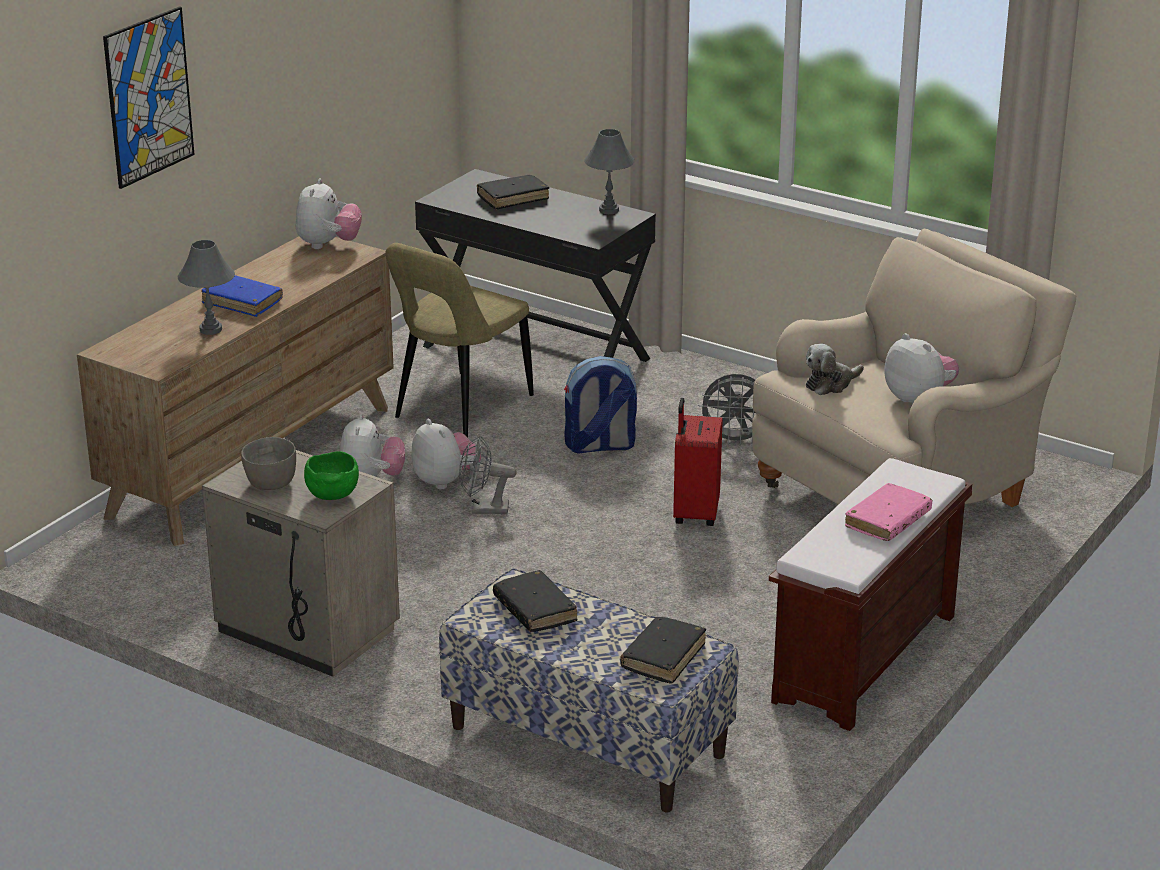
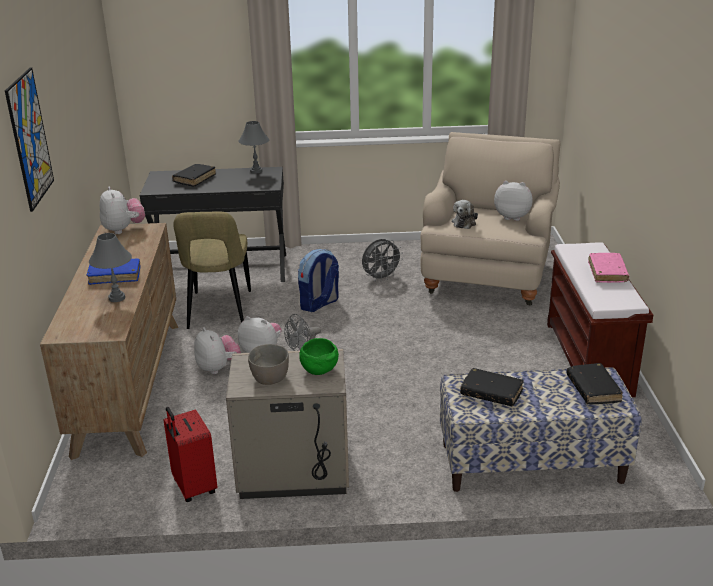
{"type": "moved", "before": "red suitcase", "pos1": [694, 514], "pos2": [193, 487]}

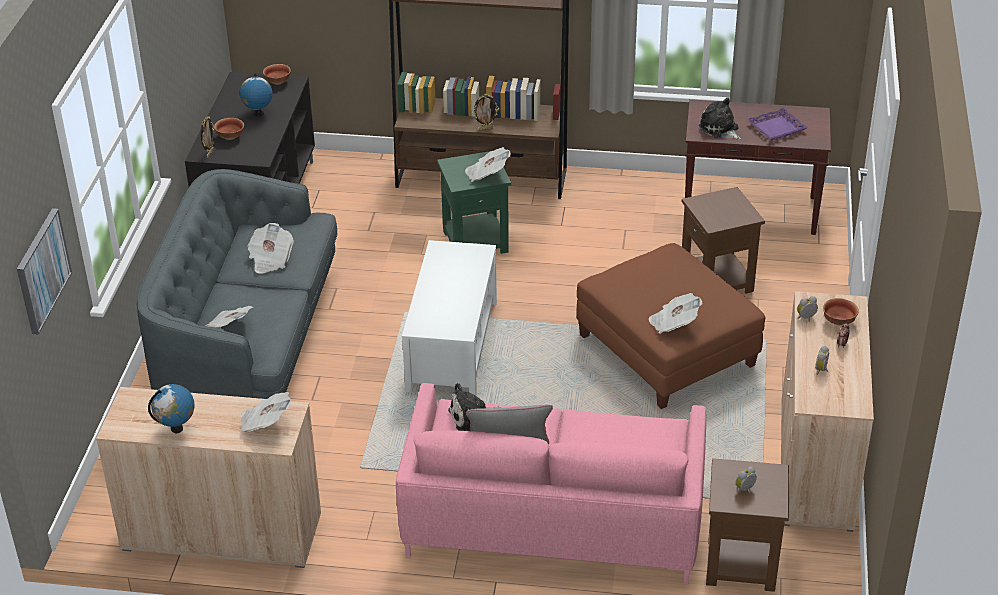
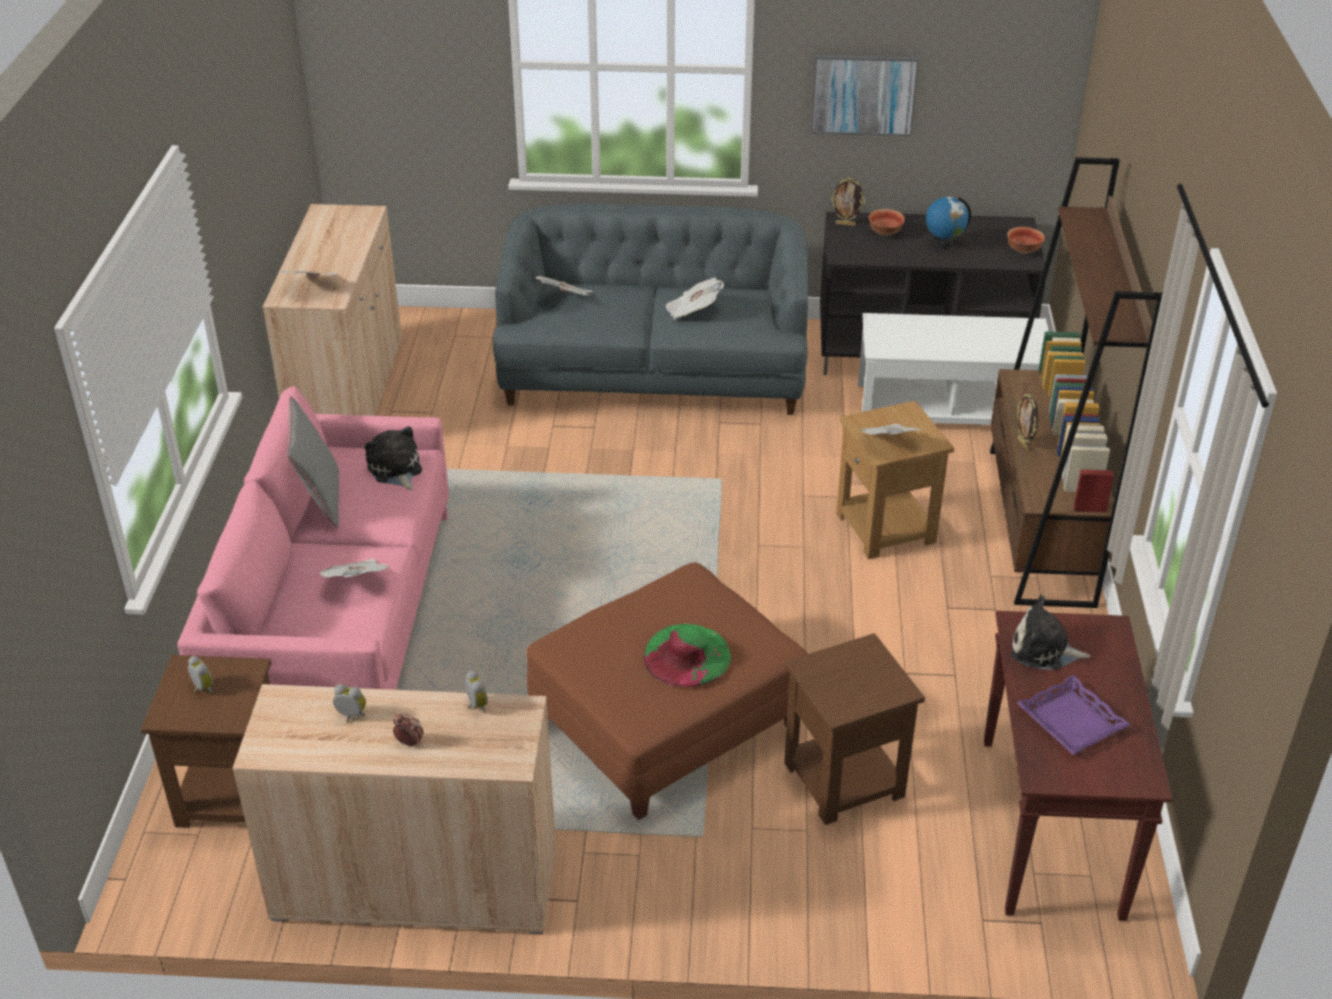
{"type": "moved", "before": "picture", "pos1": [42, 270], "pos2": [863, 94]}
{"type": "removed", "before": "globe", "pos1": [176, 428]}
{"type": "moved", "before": "white coffee table", "pos1": [452, 345], "pos2": [948, 409]}
{"type": "recoloured", "before": "green side table", "after": "brown side table", "pos1": [476, 241], "pos2": [886, 529]}
{"type": "moved", "before": "newspaper", "pos1": [674, 323], "pos2": [358, 582]}
{"type": "turned", "before": "plush toy", "pos1": [720, 129], "pos2": [1044, 650], "turn": -120}
{"type": "removed", "before": "bowl", "pos1": [838, 321]}
{"type": "added", "after": "green hat", "pos2": [687, 655]}

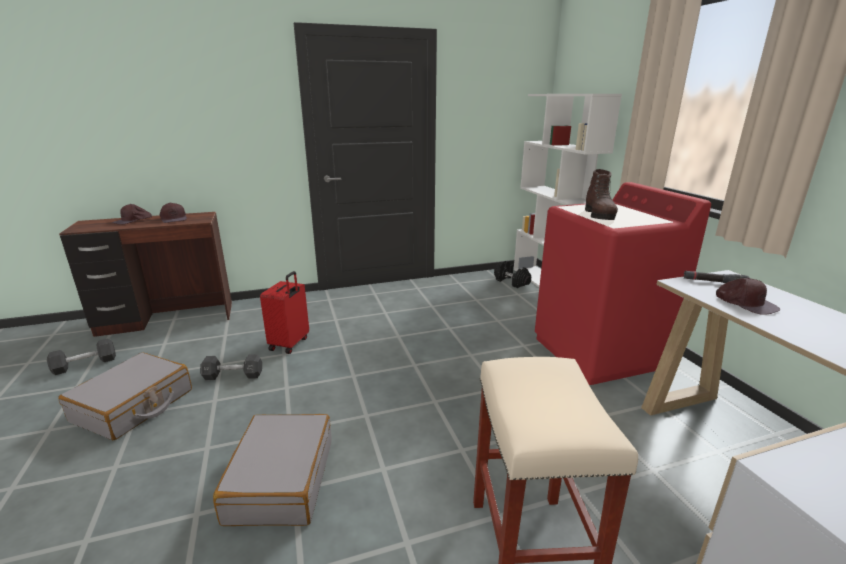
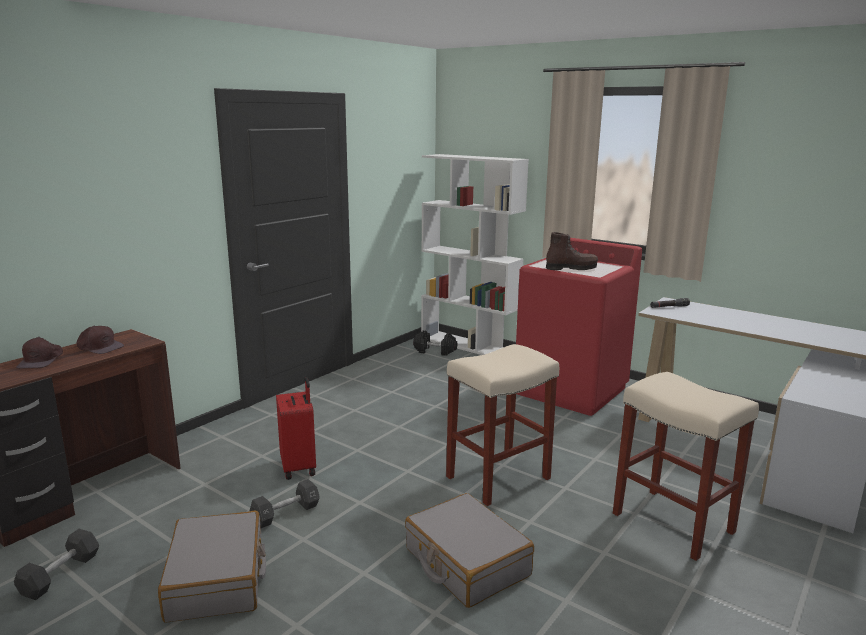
{"type": "turned", "before": "brown boot", "pos1": [599, 215], "pos2": [571, 268], "turn": -60}
{"type": "removed", "before": "brown cap", "pos1": [745, 302]}
{"type": "added", "after": "beige stool", "pos2": [498, 477]}

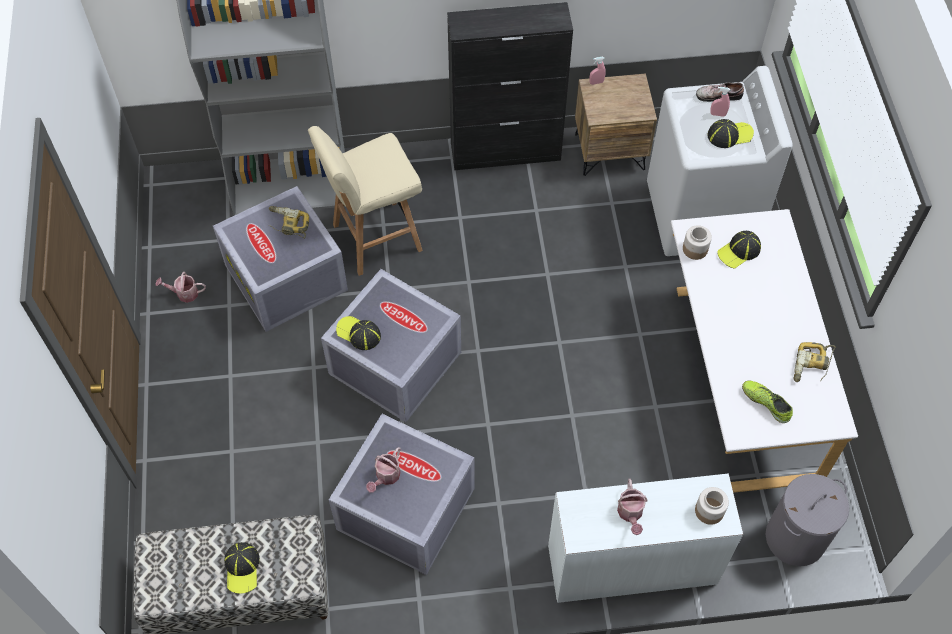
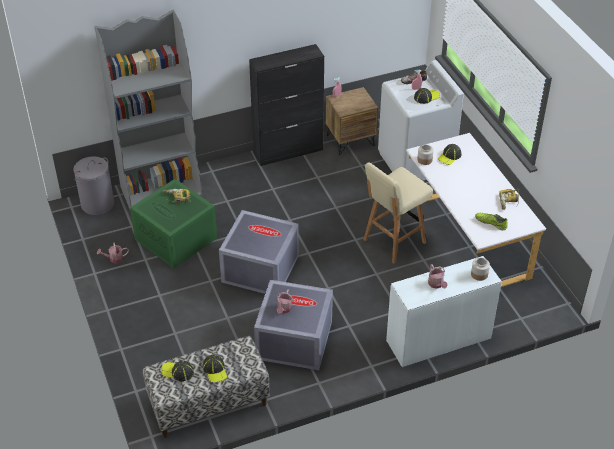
{"type": "recoloured", "before": "grey storage box", "after": "green storage box", "pos1": [288, 278], "pos2": [177, 238]}
{"type": "moved", "before": "beige stool", "pos1": [374, 238], "pos2": [393, 242]}
{"type": "moved", "before": "cap", "pos1": [359, 333], "pos2": [177, 371]}
{"type": "moved", "before": "grey laundry basket", "pos1": [795, 538], "pos2": [97, 204]}

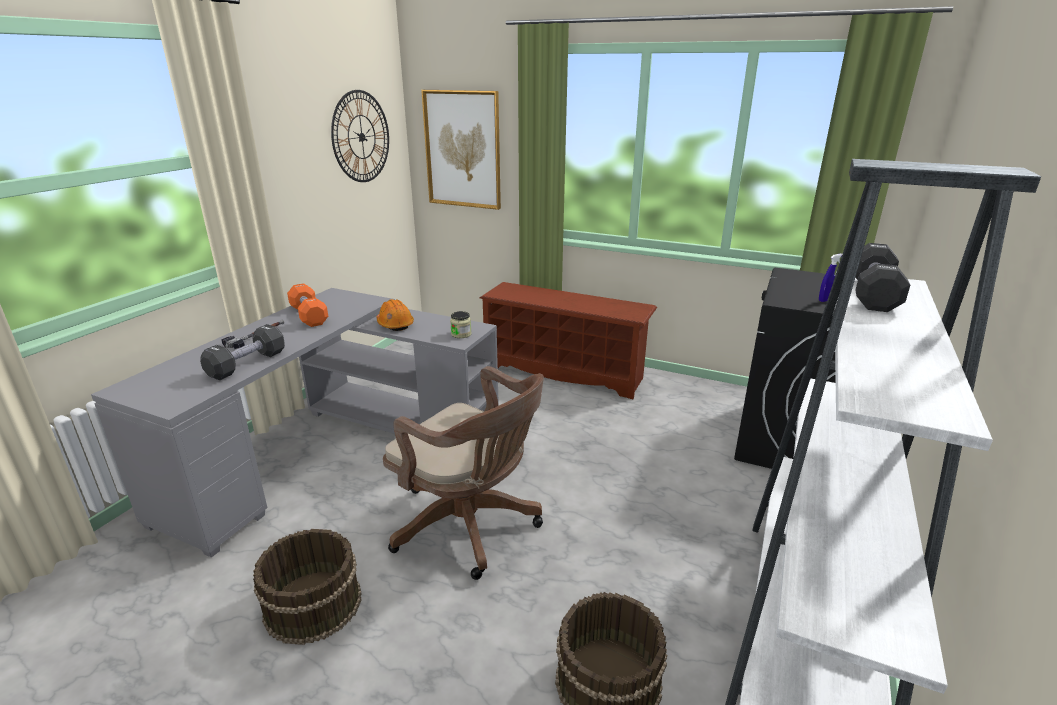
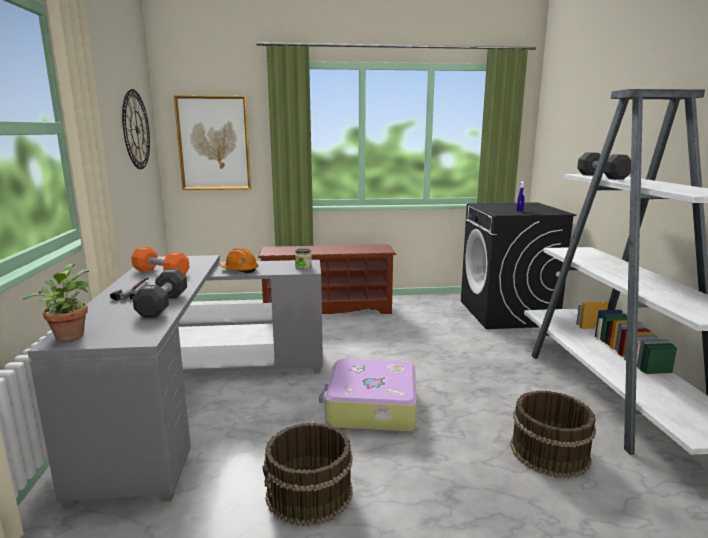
{"type": "replaced", "before": "brown office chair", "after": "suitcase", "pos1": [471, 526], "pos2": [370, 408]}
{"type": "added", "after": "potted plant", "pos2": [69, 334]}

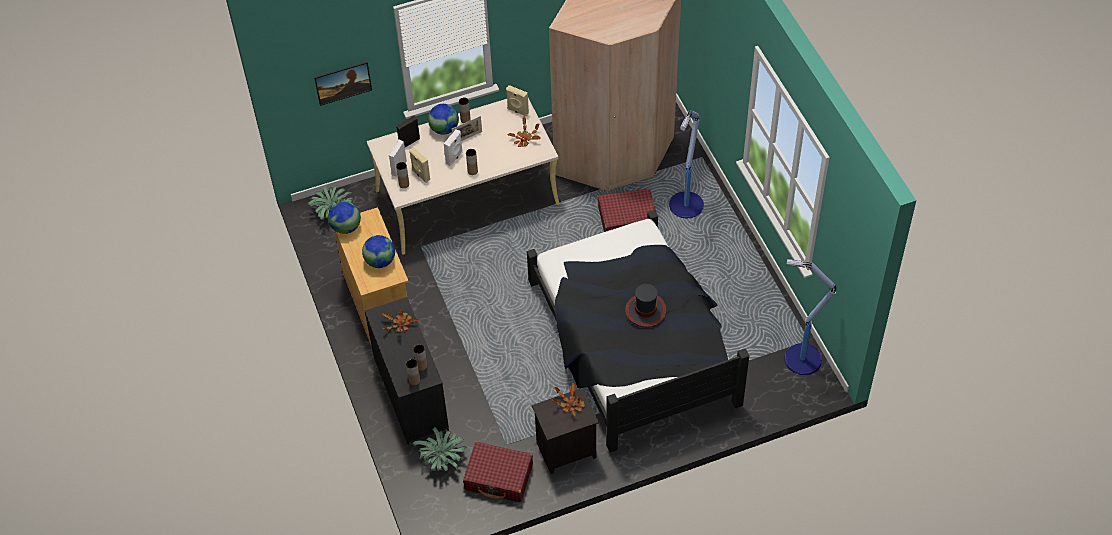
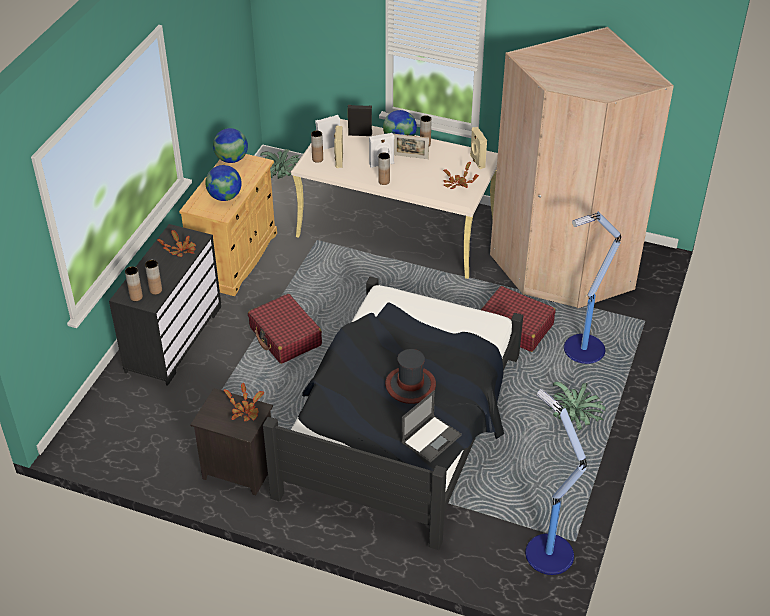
{"type": "removed", "before": "picture", "pos1": [344, 90]}
{"type": "moved", "before": "potted plant", "pos1": [442, 459], "pos2": [574, 420]}
{"type": "moved", "before": "red suitcase", "pos1": [499, 477], "pos2": [285, 336]}
{"type": "added", "after": "laptop", "pos2": [431, 438]}

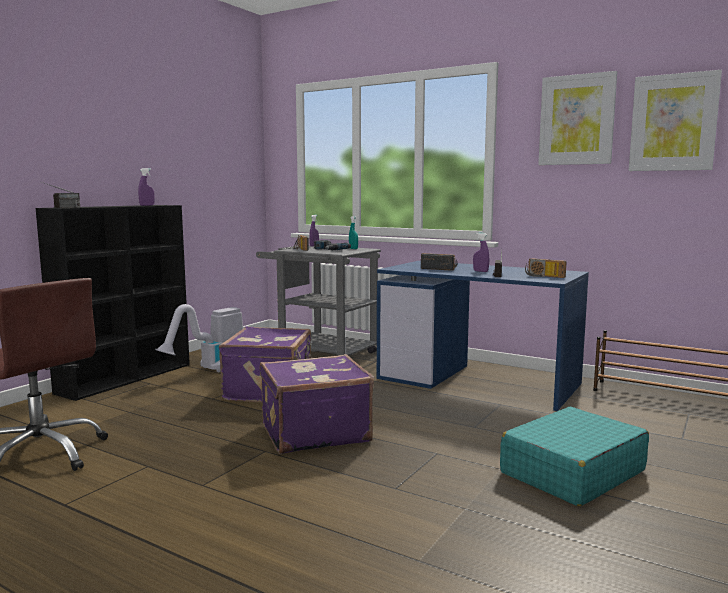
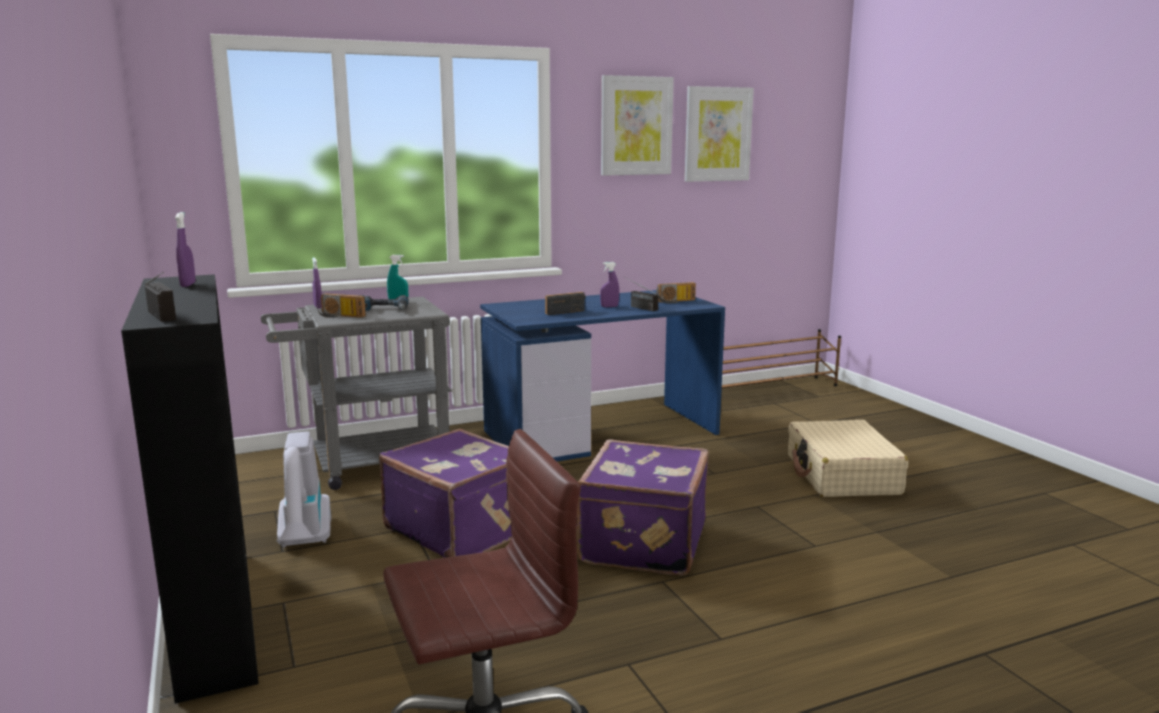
{"type": "recoloured", "before": "turquoise suitcase", "after": "beige suitcase", "pos1": [572, 472], "pos2": [842, 475]}

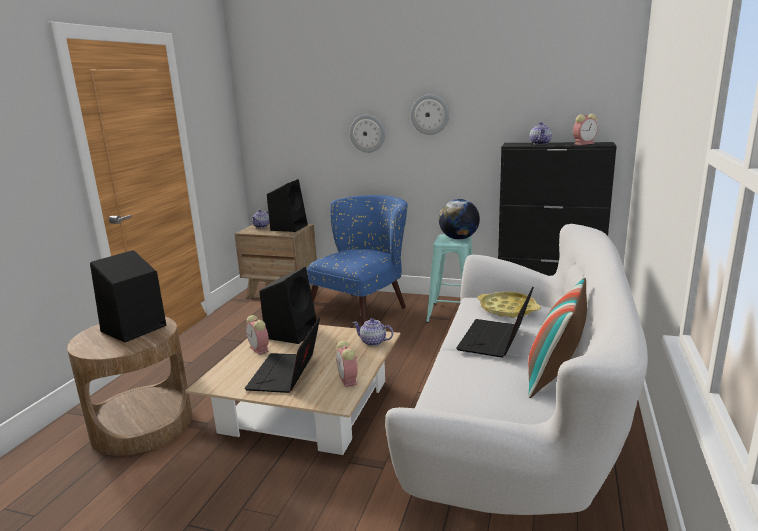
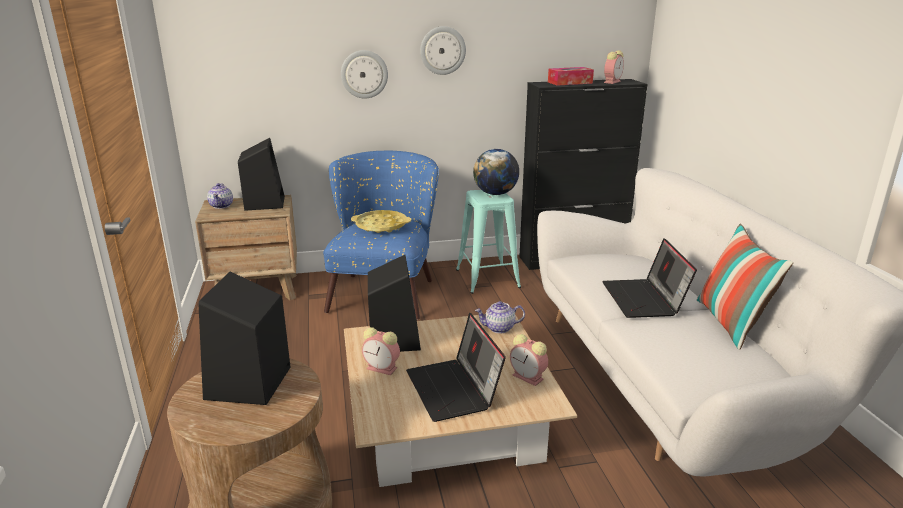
{"type": "moved", "before": "yellow tray", "pos1": [507, 309], "pos2": [381, 226]}
{"type": "replaced", "before": "teapot", "after": "tissue box", "pos1": [540, 143], "pos2": [570, 83]}

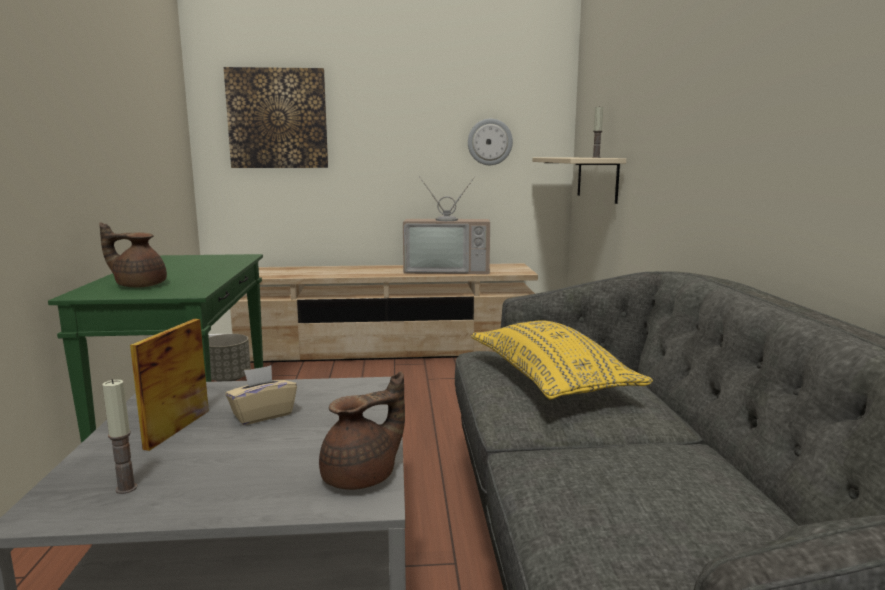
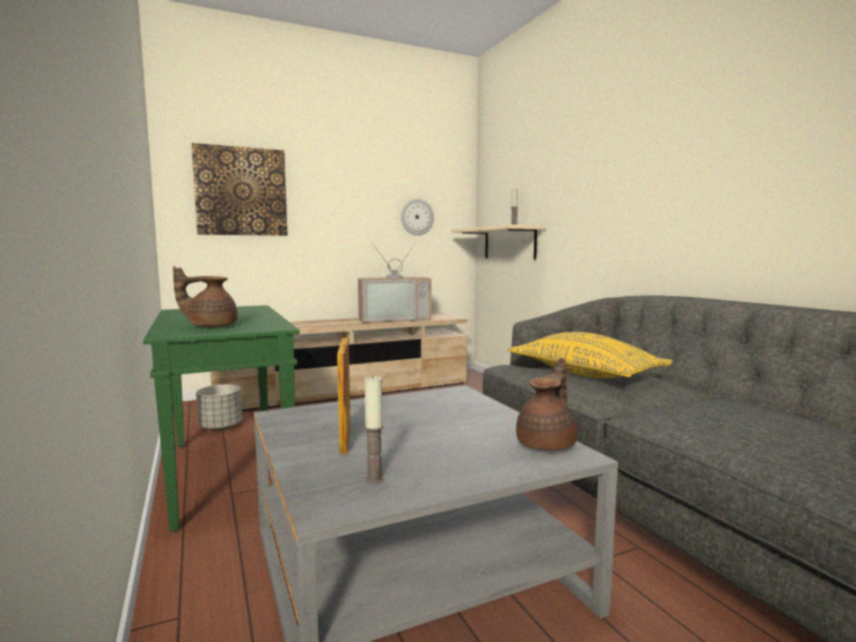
{"type": "removed", "before": "beige tissue box", "pos1": [262, 415]}

